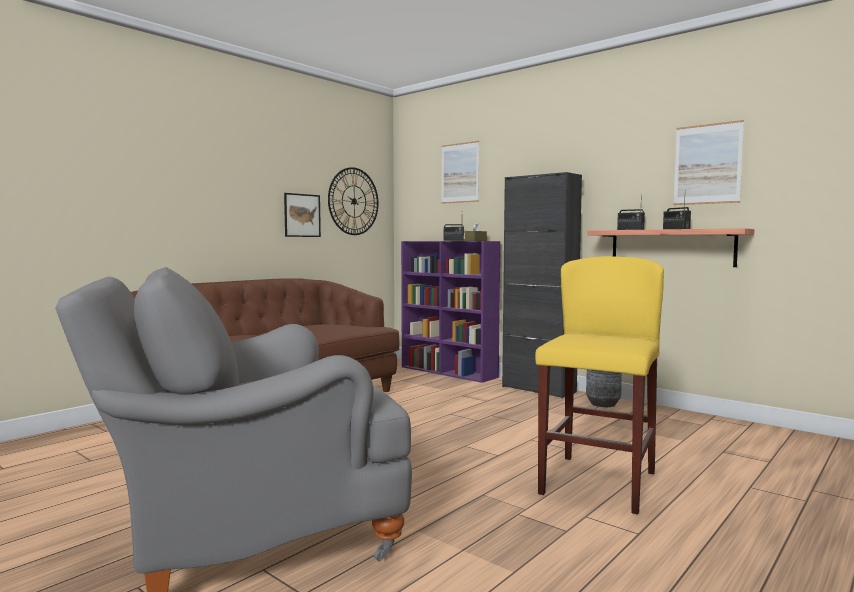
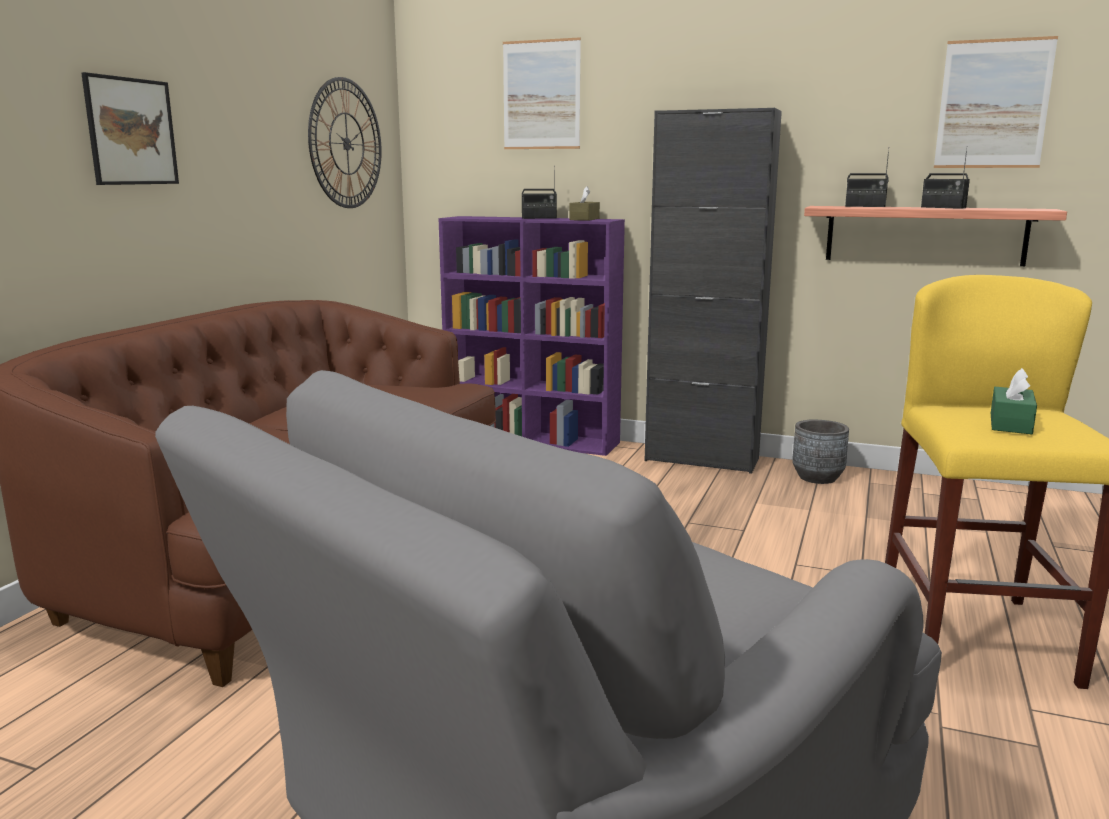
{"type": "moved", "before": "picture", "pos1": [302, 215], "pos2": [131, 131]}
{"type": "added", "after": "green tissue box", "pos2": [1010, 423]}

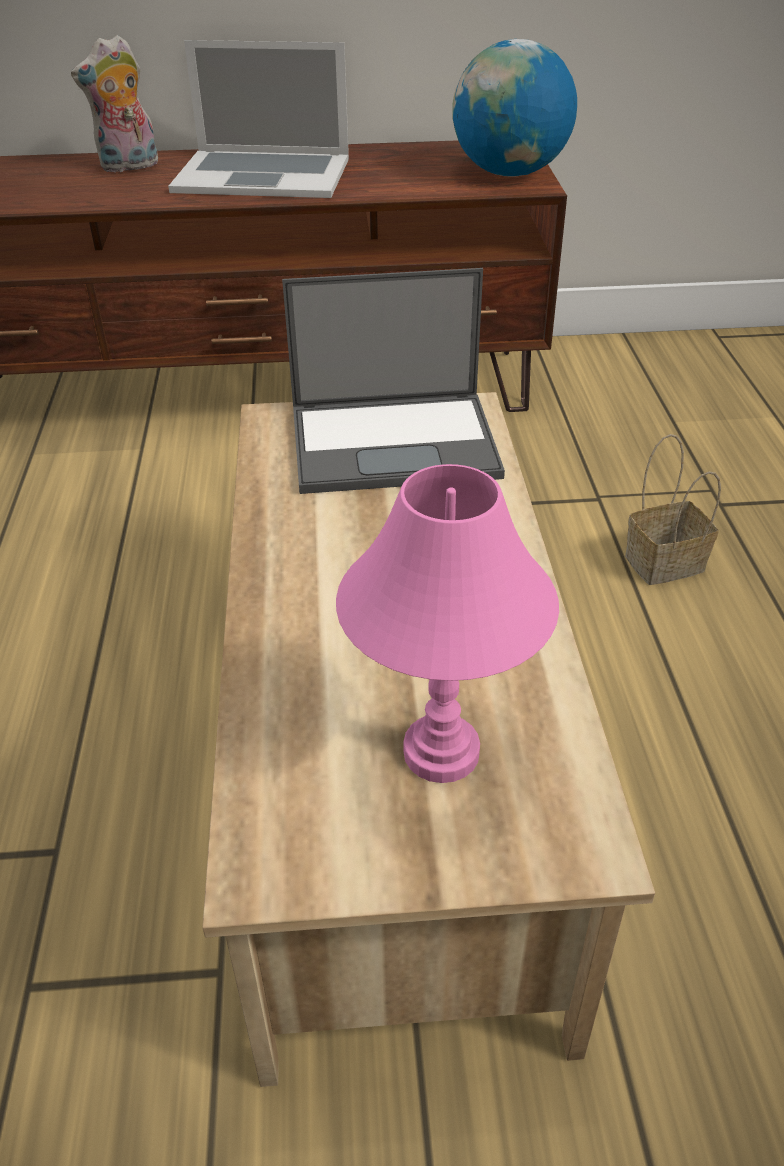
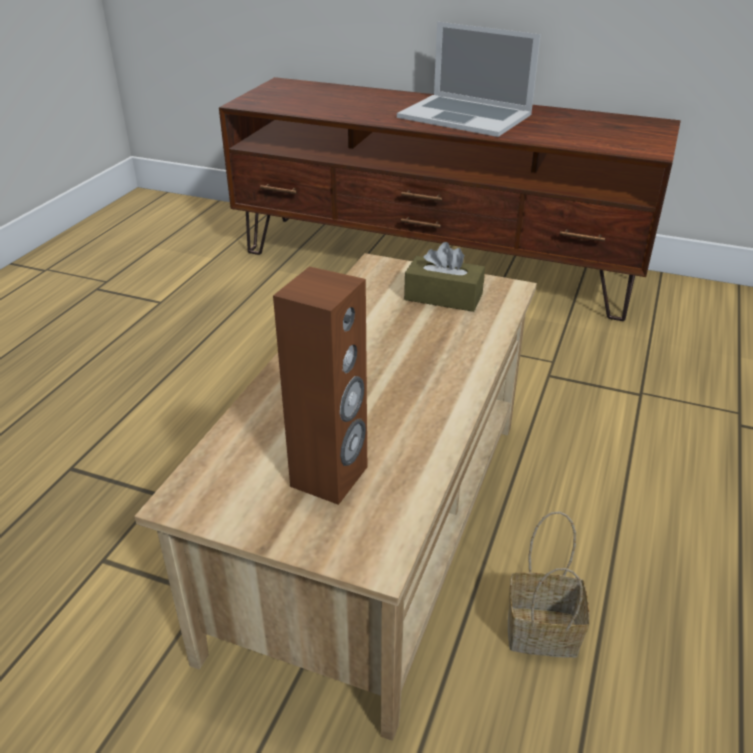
{"type": "removed", "before": "plush toy", "pos1": [129, 167]}
{"type": "replaced", "before": "laptop", "after": "brown tissue box", "pos1": [396, 442], "pos2": [443, 297]}
{"type": "replaced", "before": "pink table lamp", "after": "brown speaker", "pos1": [442, 753], "pos2": [330, 477]}
{"type": "removed", "before": "globe", "pos1": [509, 173]}
{"type": "moved", "before": "basket", "pos1": [665, 562], "pos2": [544, 631]}

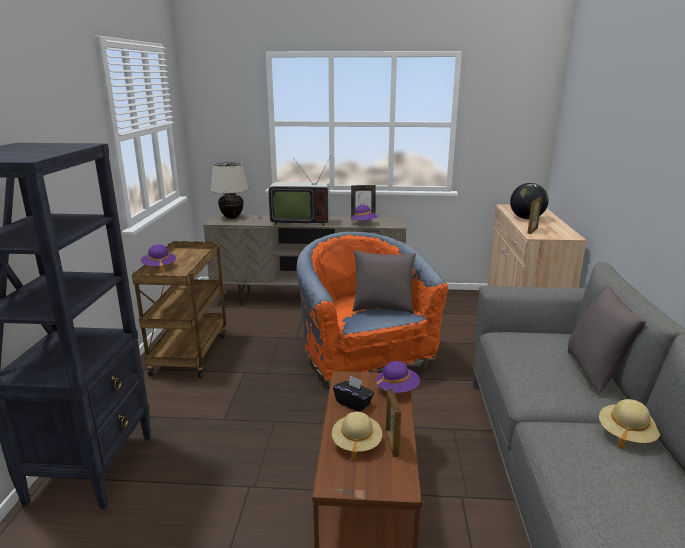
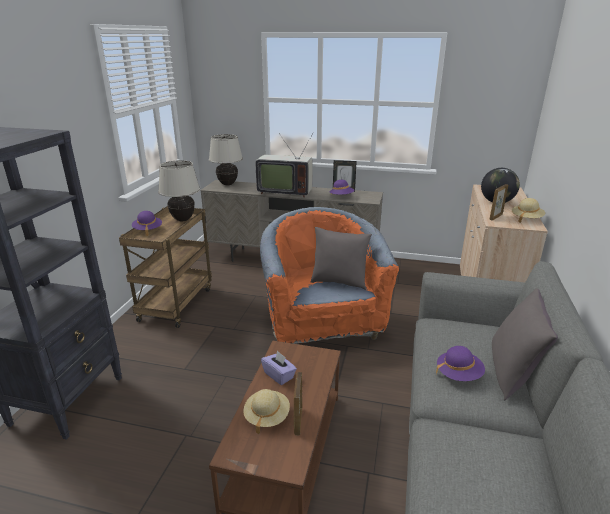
{"type": "recoloured", "before": "black tissue box", "after": "purple tissue box", "pos1": [353, 403], "pos2": [279, 375]}
{"type": "moved", "before": "purple hat", "pos1": [397, 389], "pos2": [458, 374]}
{"type": "moved", "before": "beige hat", "pos1": [626, 434], "pos2": [526, 219]}
{"type": "added", "after": "beige table lamp", "pos2": [182, 219]}

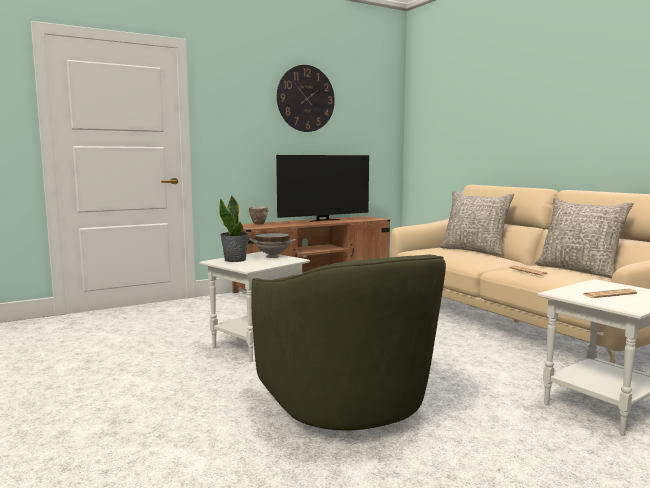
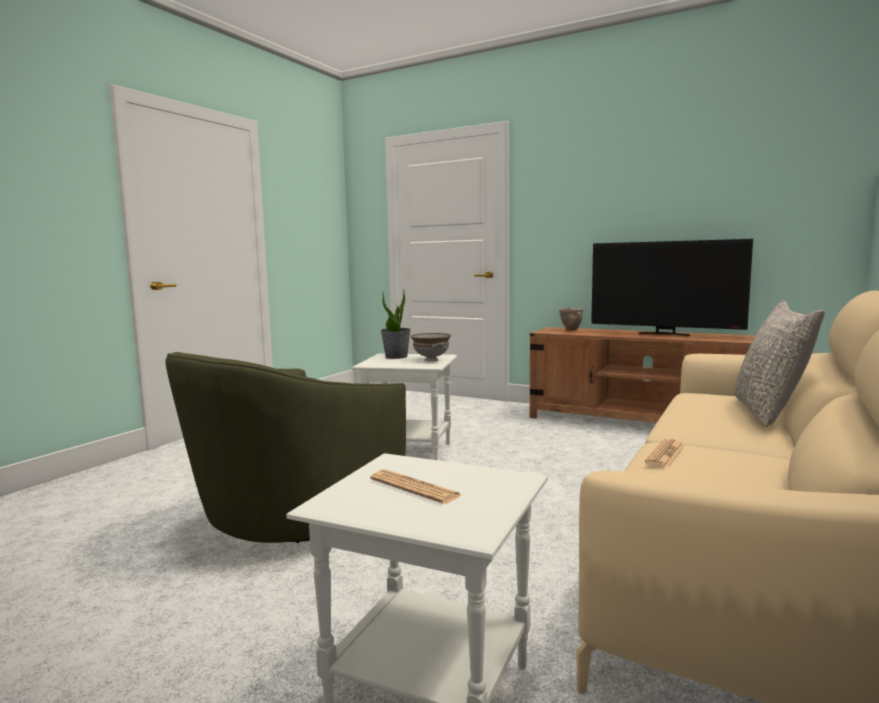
{"type": "removed", "before": "wall clock", "pos1": [305, 98]}
{"type": "removed", "before": "grey pillow", "pos1": [578, 270]}

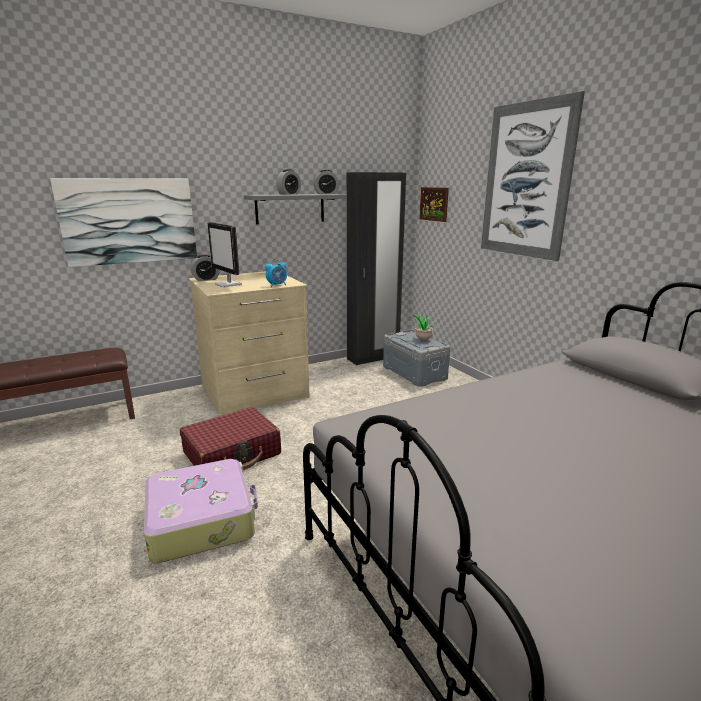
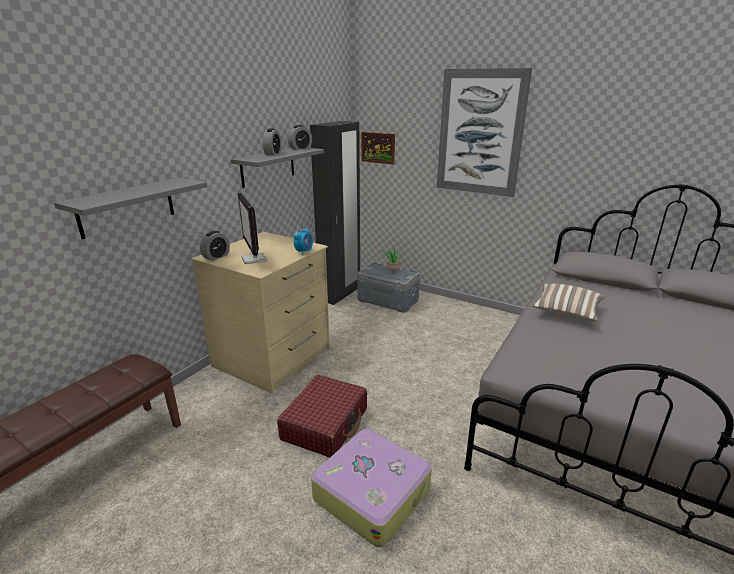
{"type": "replaced", "before": "picture", "after": "grey shelf", "pos1": [129, 221], "pos2": [127, 207]}
{"type": "turned", "before": "monitor", "pos1": [228, 284], "pos2": [254, 259], "turn": 45}
{"type": "added", "after": "pillow", "pos2": [566, 312]}

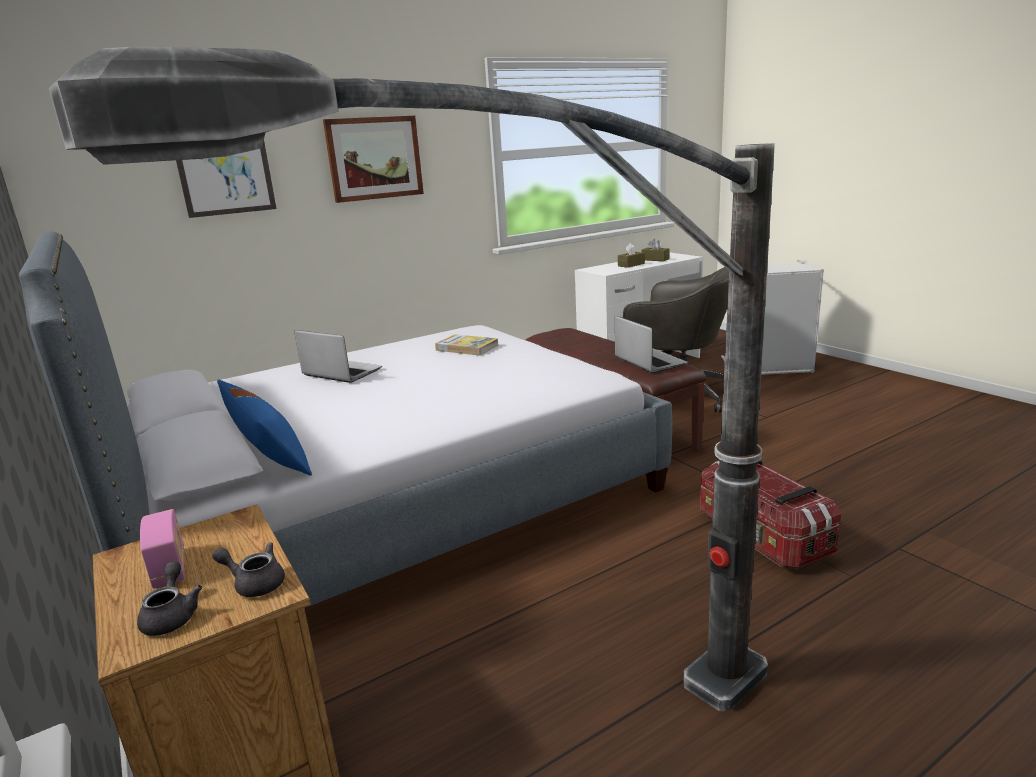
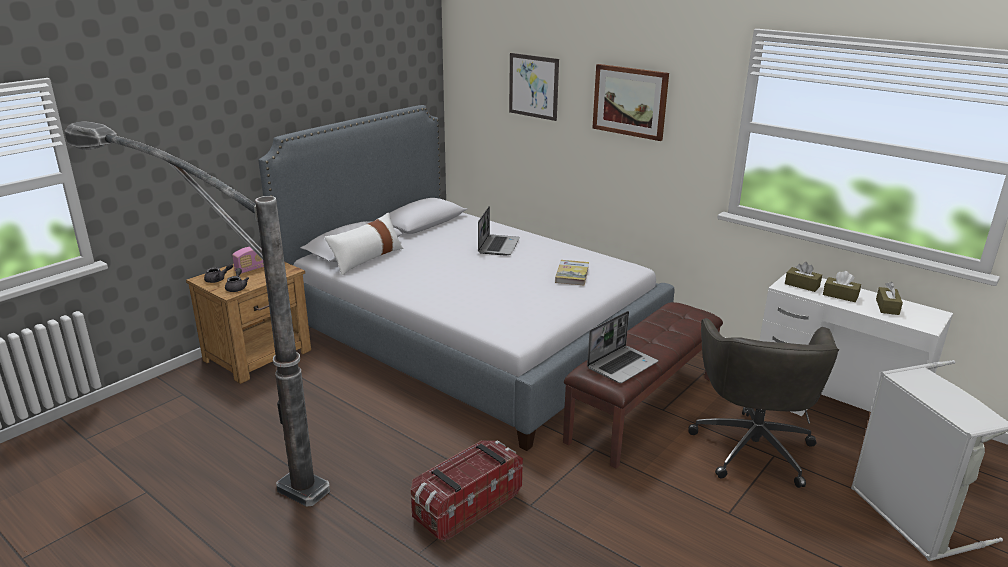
{"type": "recoloured", "before": "blue pillow", "after": "white pillow", "pos1": [268, 454], "pos2": [367, 259]}
{"type": "added", "after": "brown tissue box", "pos2": [802, 285]}

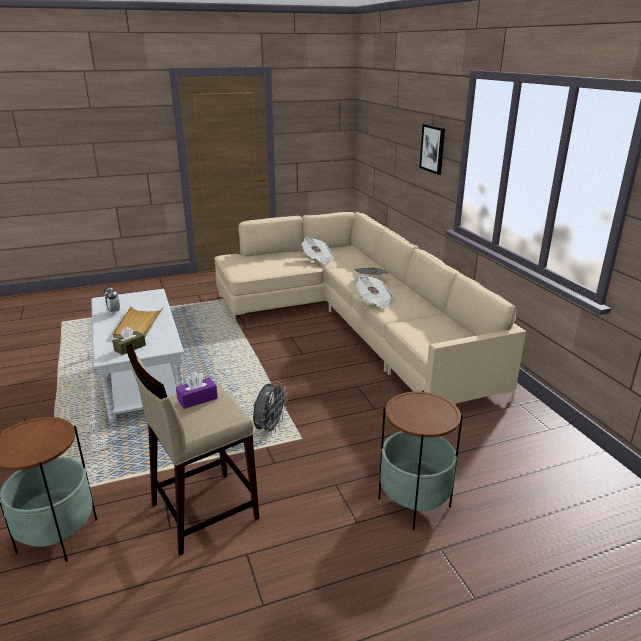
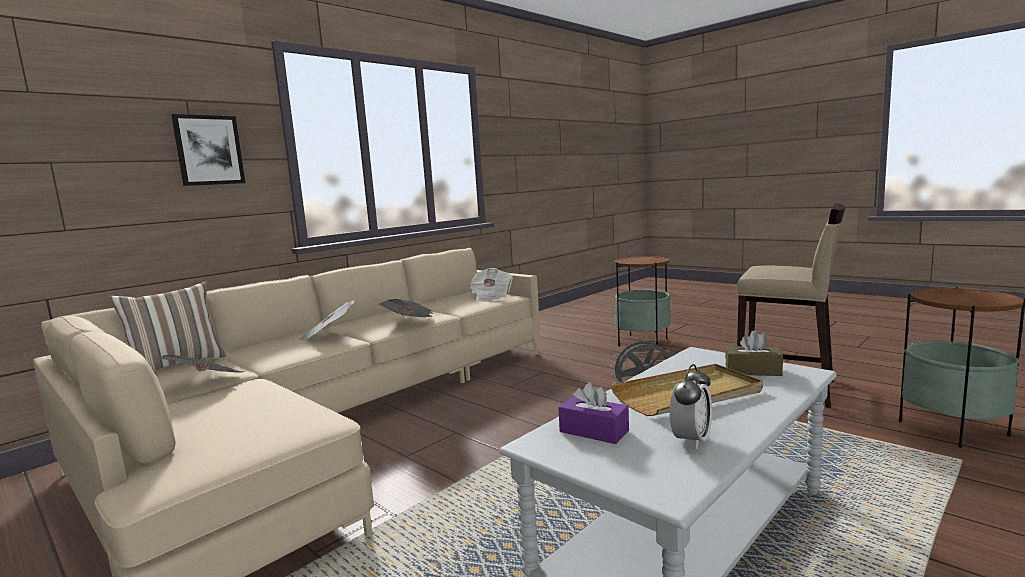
{"type": "moved", "before": "purple tissue box", "pos1": [197, 399], "pos2": [594, 431]}
{"type": "added", "after": "pillow", "pos2": [177, 364]}
{"type": "added", "after": "newspaper", "pos2": [491, 297]}

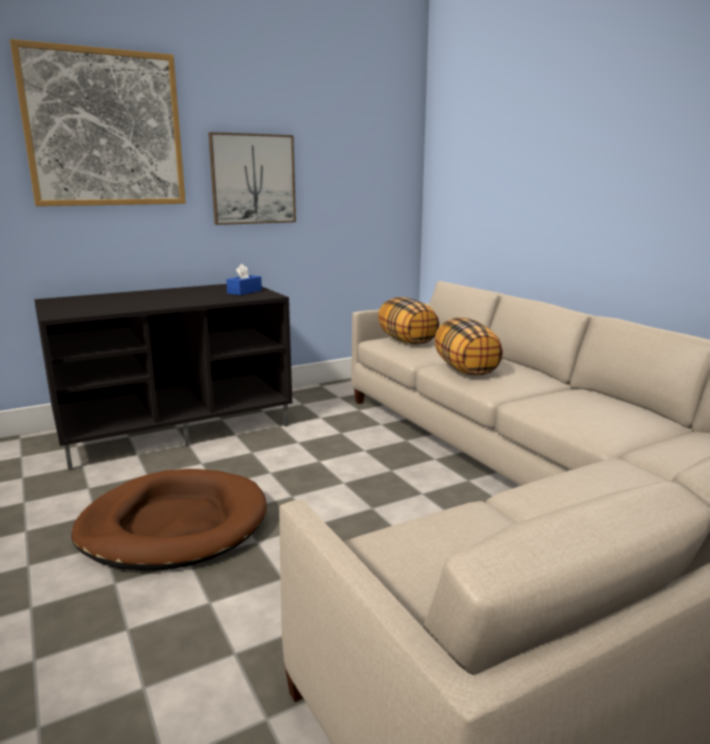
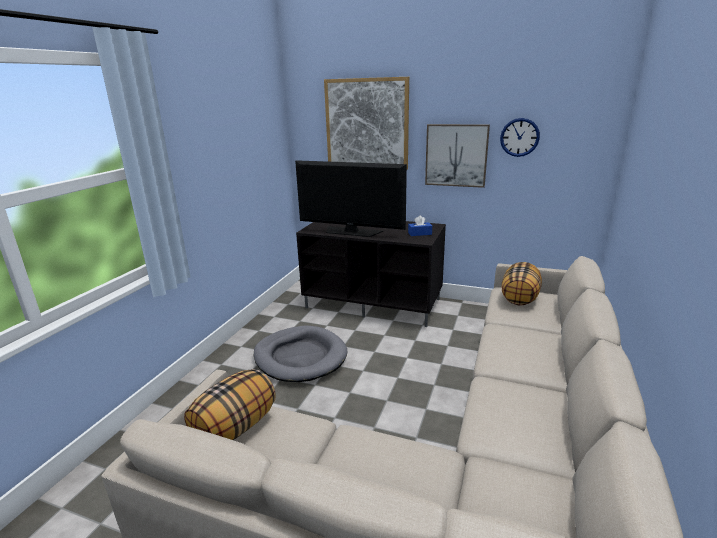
{"type": "recoloured", "before": "brown dog bed", "after": "grey dog bed", "pos1": [174, 525], "pos2": [300, 357]}
{"type": "moved", "before": "pillow", "pos1": [466, 370], "pos2": [235, 428]}
{"type": "added", "after": "television", "pos2": [351, 232]}
{"type": "added", "after": "wall clock", "pos2": [519, 137]}

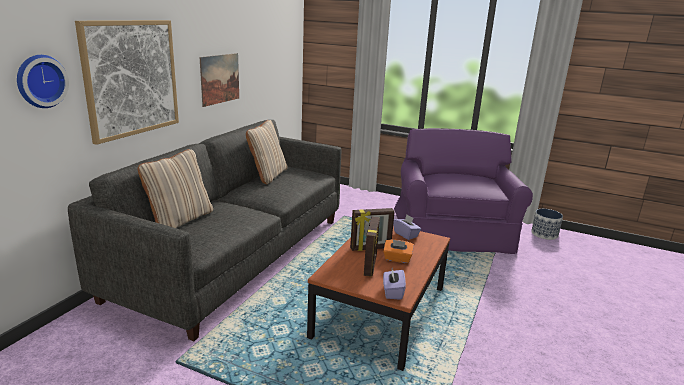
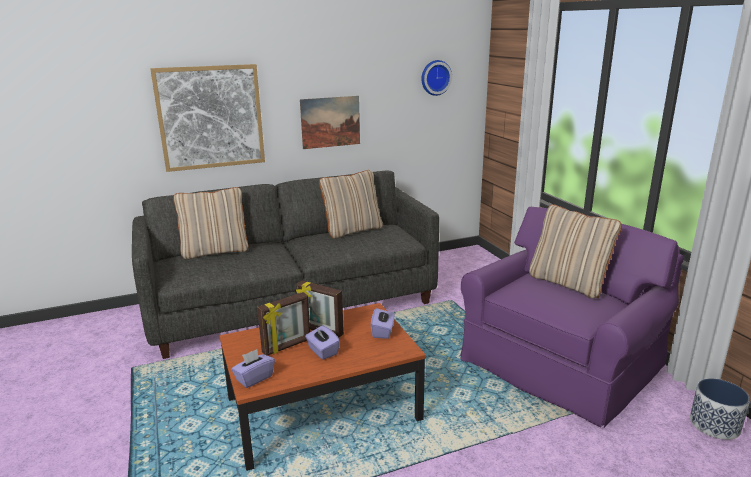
{"type": "moved", "before": "wall clock", "pos1": [40, 81], "pos2": [435, 77]}
{"type": "recoloured", "before": "orange tissue box", "after": "purple tissue box", "pos1": [397, 259], "pos2": [322, 351]}
{"type": "added", "after": "beige pillow", "pos2": [568, 283]}

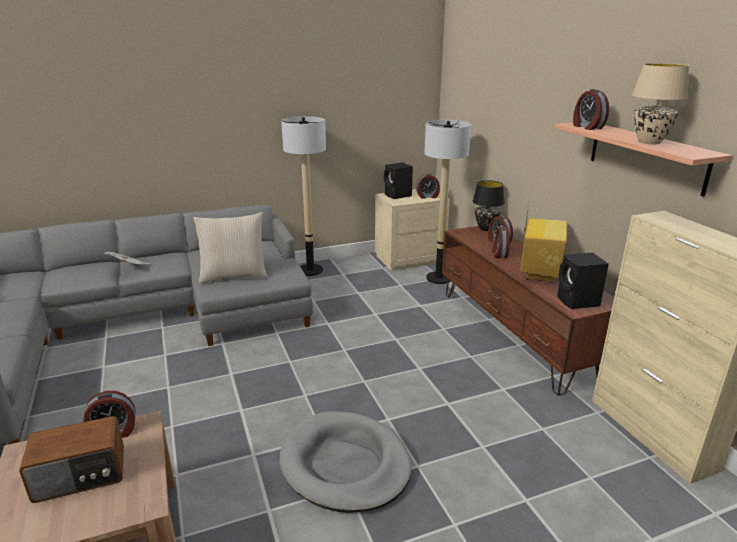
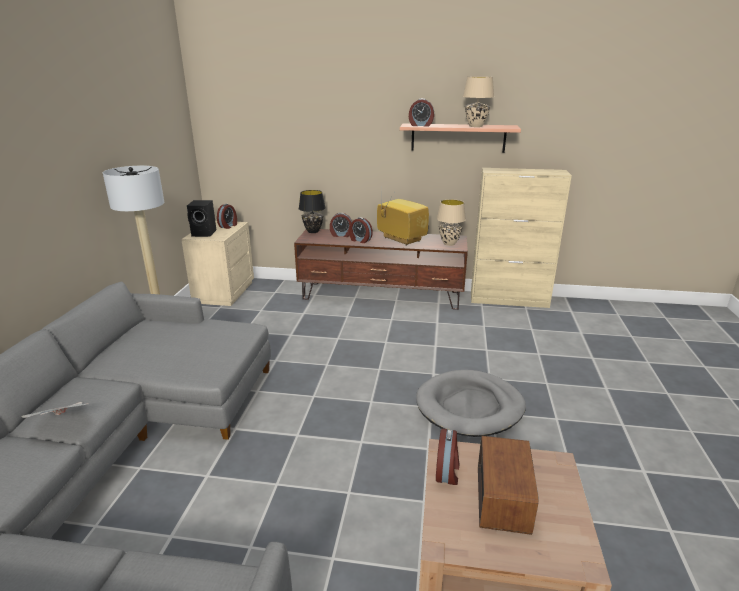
{"type": "removed", "before": "beige pillow", "pos1": [234, 276]}
{"type": "removed", "before": "floor lamp", "pos1": [439, 278]}
{"type": "replaced", "before": "black speaker", "after": "beige table lamp", "pos1": [578, 302], "pos2": [449, 243]}

